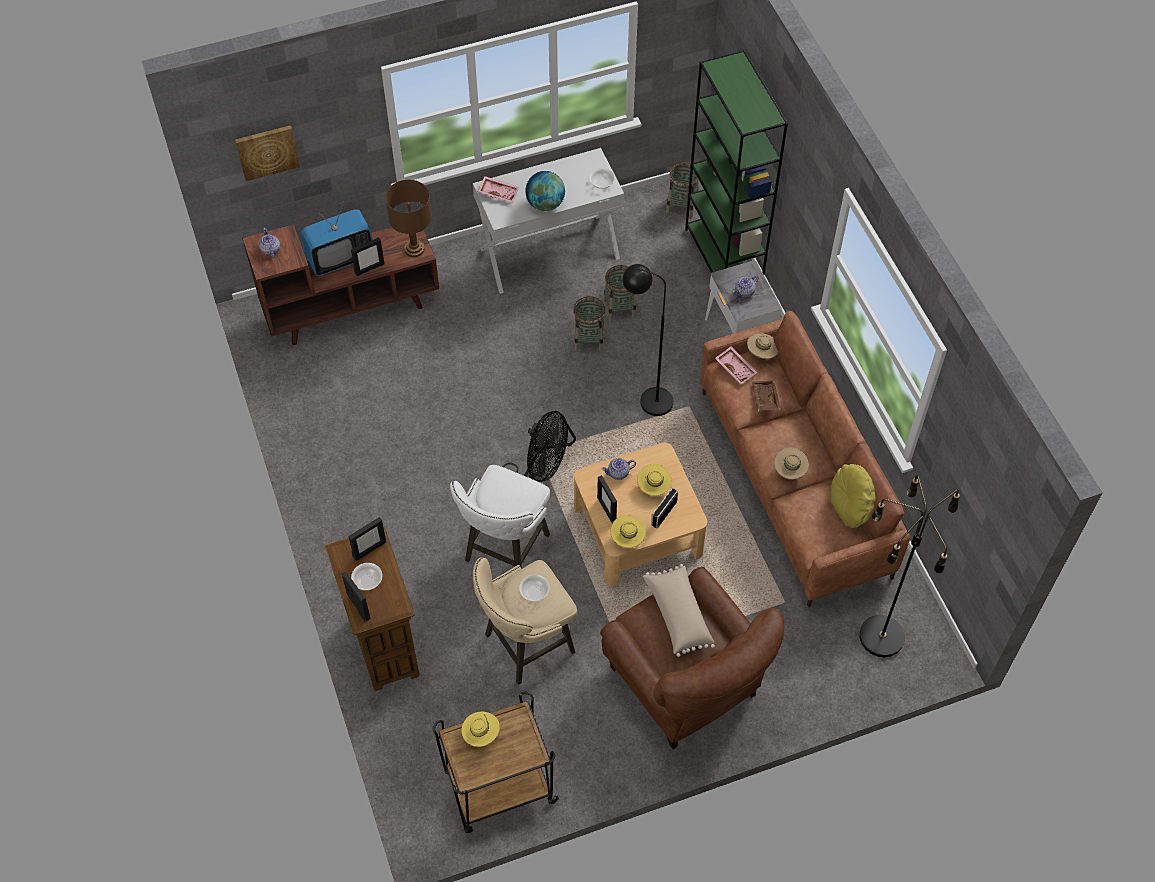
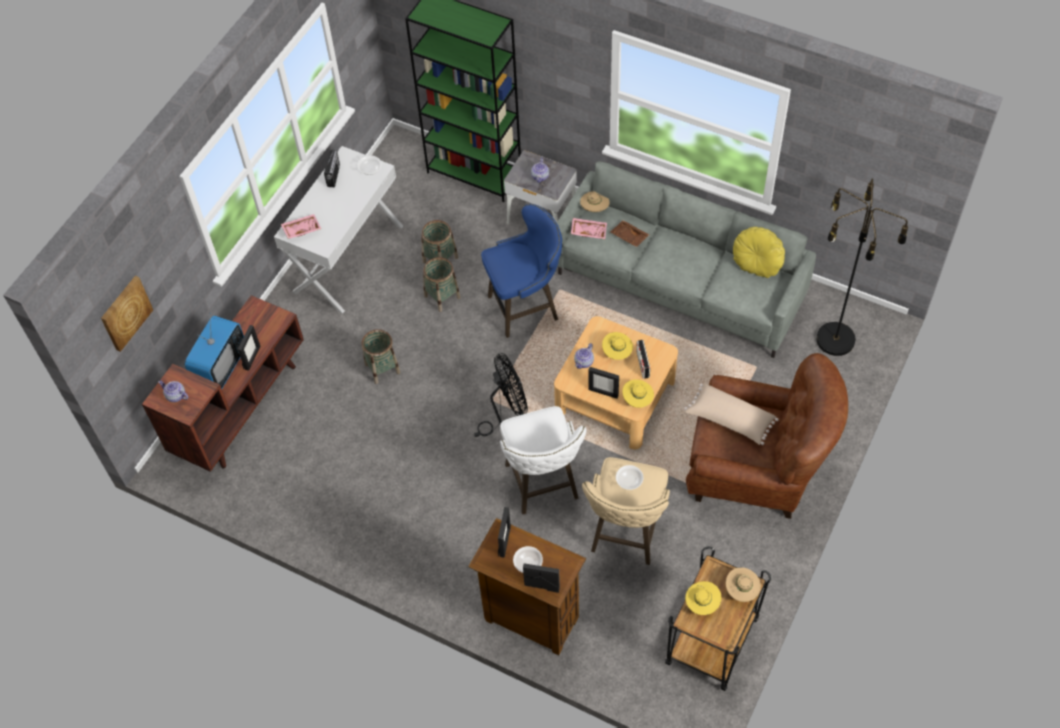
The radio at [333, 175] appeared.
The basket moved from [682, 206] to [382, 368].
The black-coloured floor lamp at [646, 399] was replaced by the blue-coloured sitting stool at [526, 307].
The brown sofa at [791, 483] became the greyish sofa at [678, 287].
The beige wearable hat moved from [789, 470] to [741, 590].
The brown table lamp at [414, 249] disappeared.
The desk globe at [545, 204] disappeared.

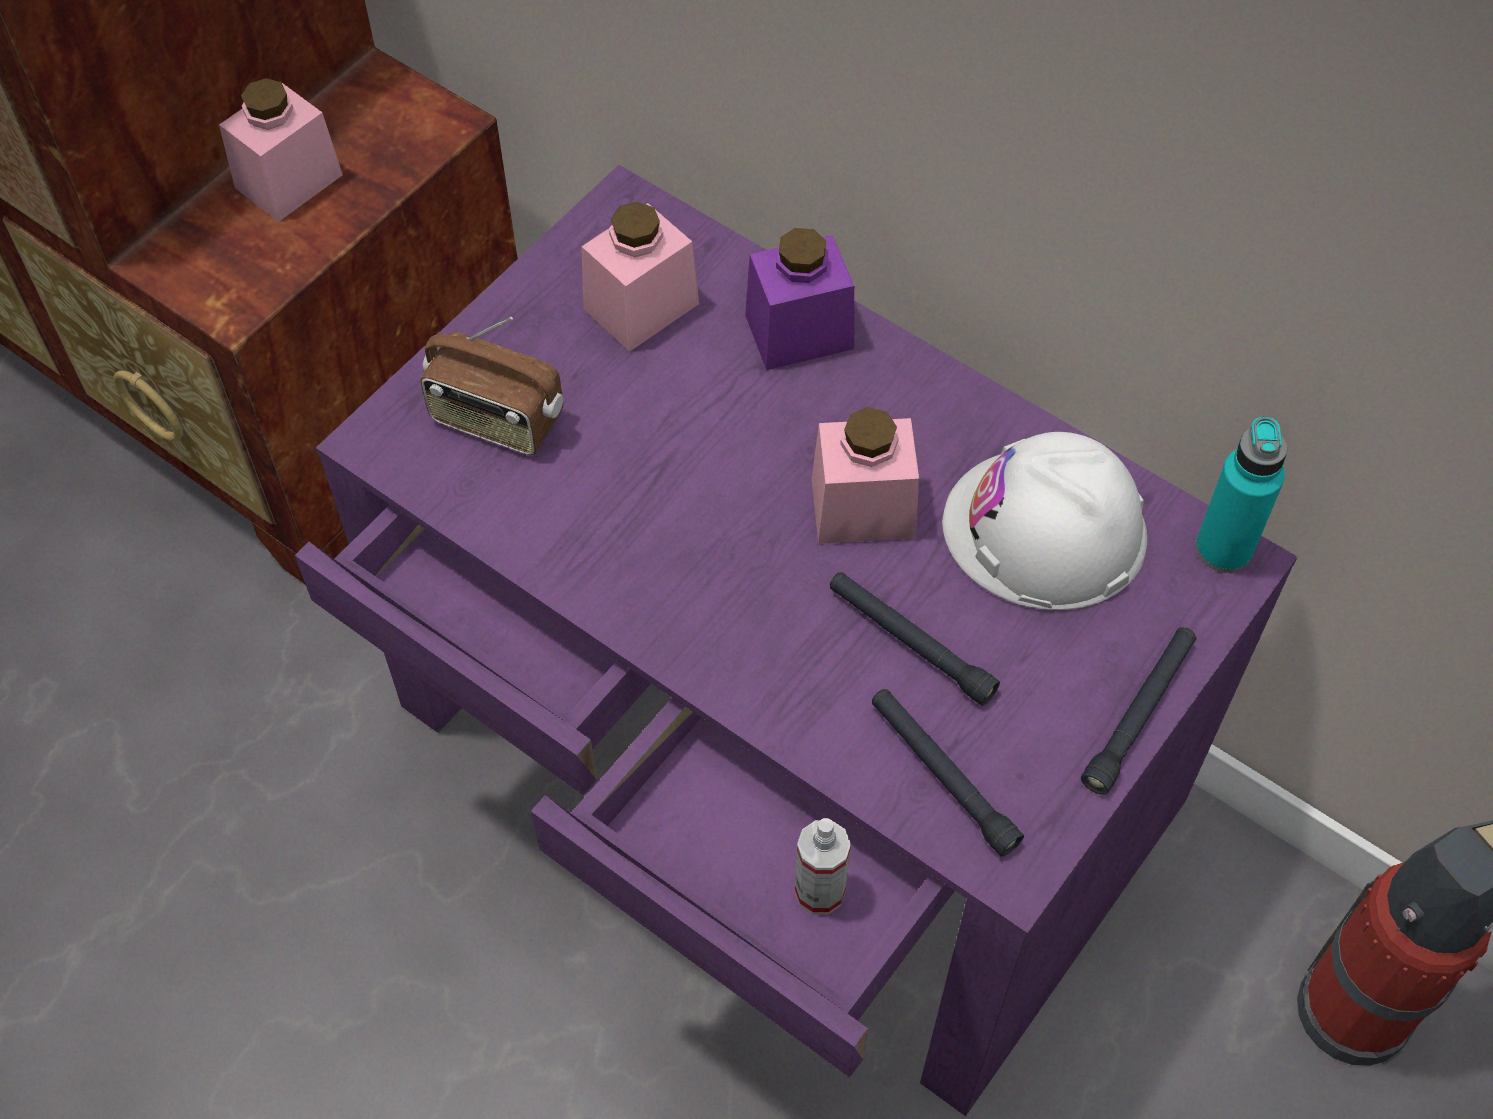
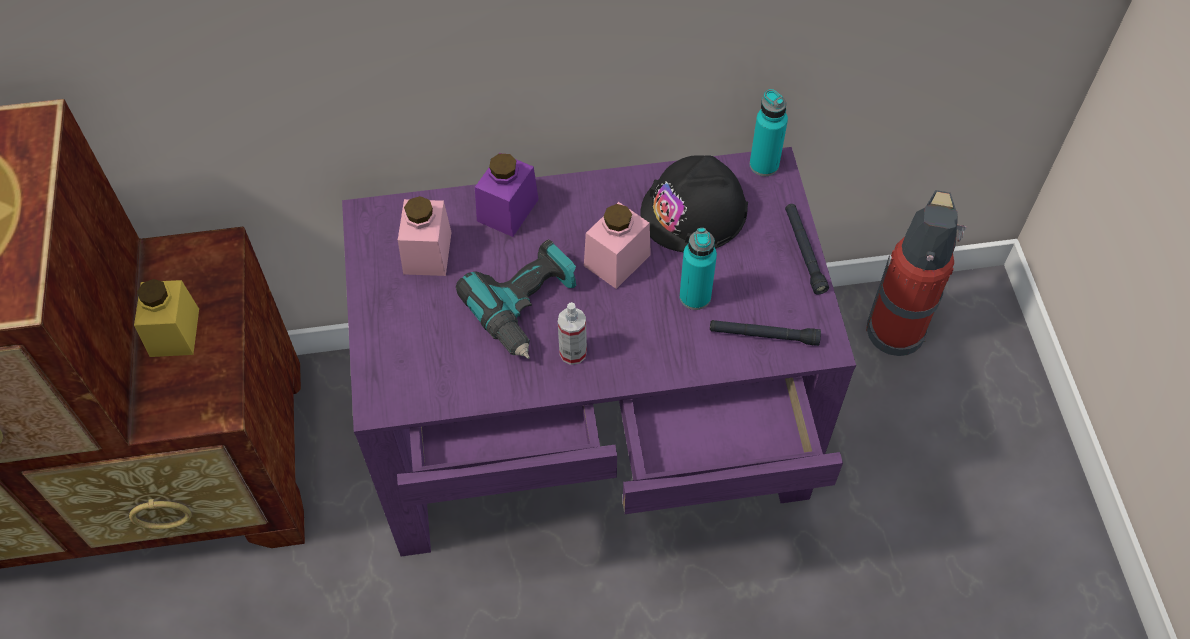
The pink-coloured jar at [289, 181] became the yellow-coloured jar at [174, 332].
The drill at [527, 307] appeared.
The spray bottle moved from [820, 891] to [573, 353].
The whitish work helmet at [1045, 531] became the black-coloured work helmet at [694, 211].
The black-coloured hand torch at [910, 643] was replaced by the turquoise drink bottle at [695, 297].
The radio at [496, 420] disappeared.

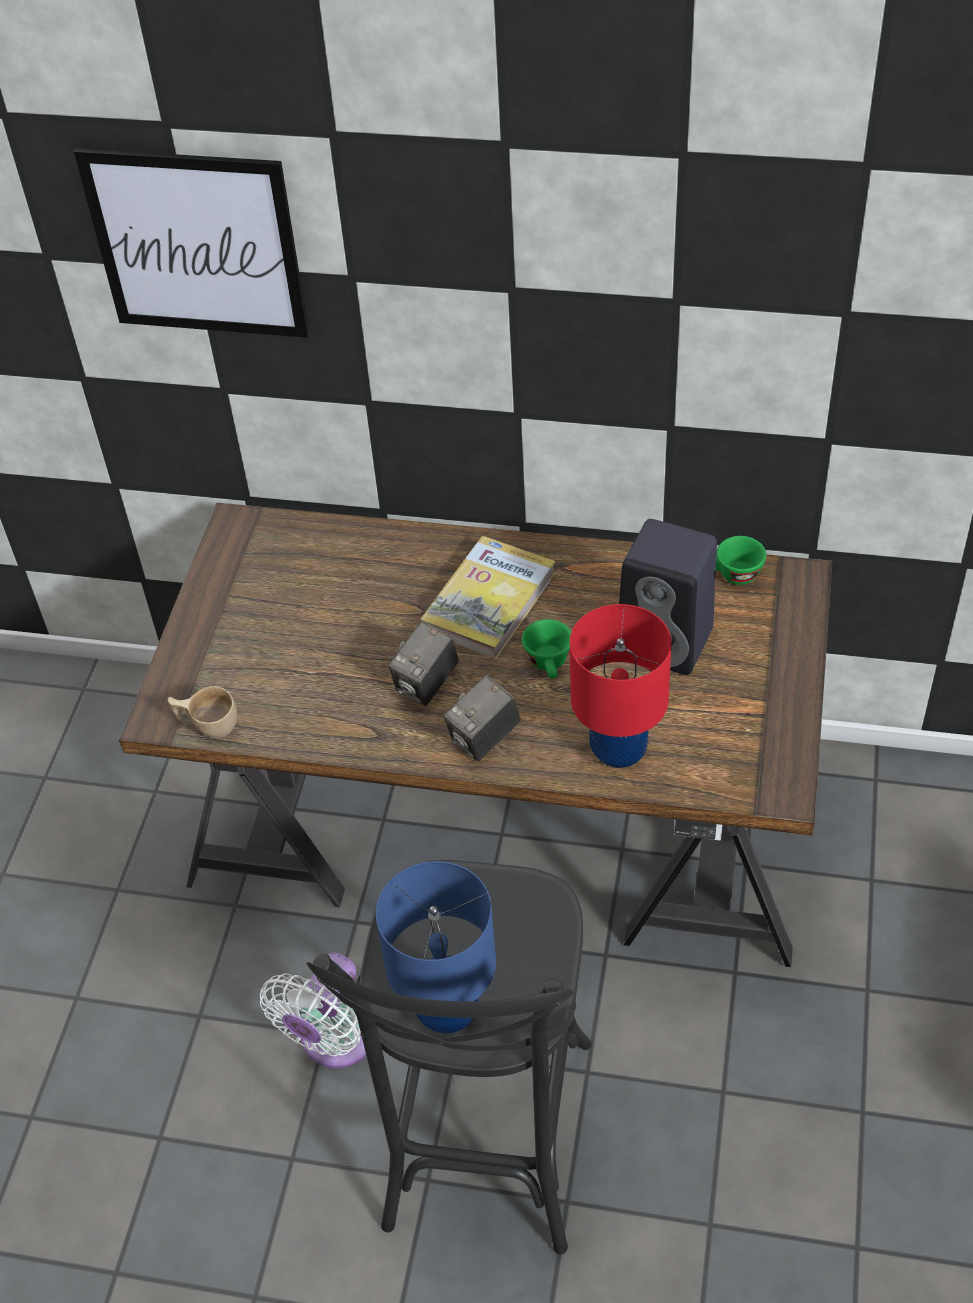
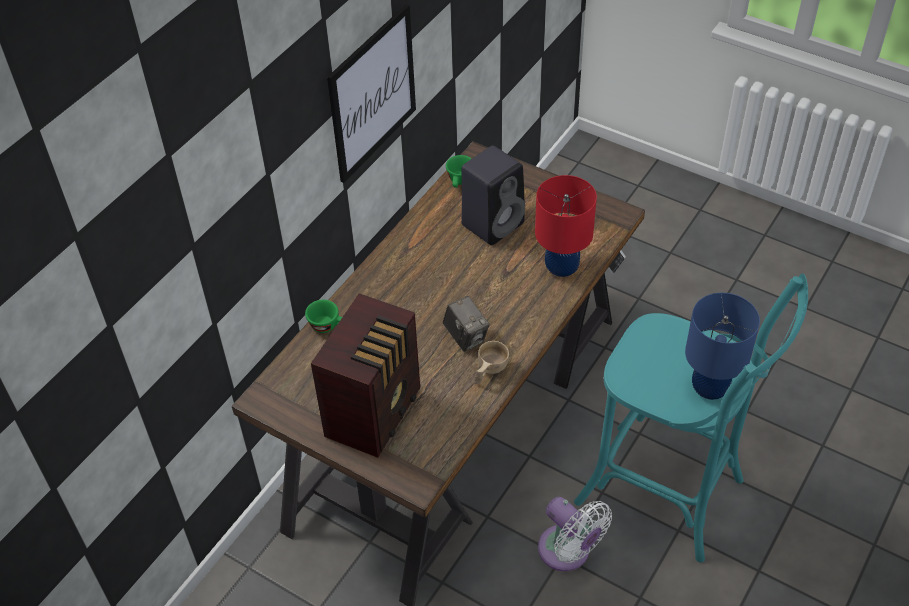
The greenish cup moved from [549, 664] to [328, 325].
The radio at [376, 411] appeared.
The wall picture moved from [196, 244] to [372, 93].
The beige cup moved from [207, 725] to [488, 371].
The black-coloured sitting stool at [485, 1146] became the turquoise sitting stool at [667, 495].
The volume at [489, 601] disappeared.
The still camera at [484, 739] disappeared.

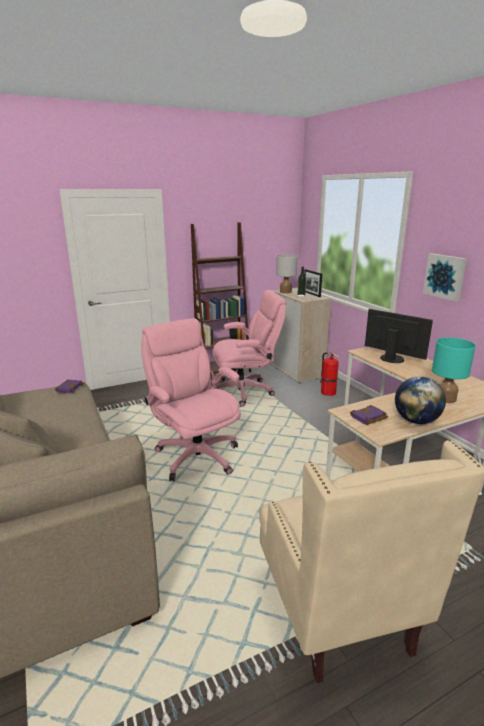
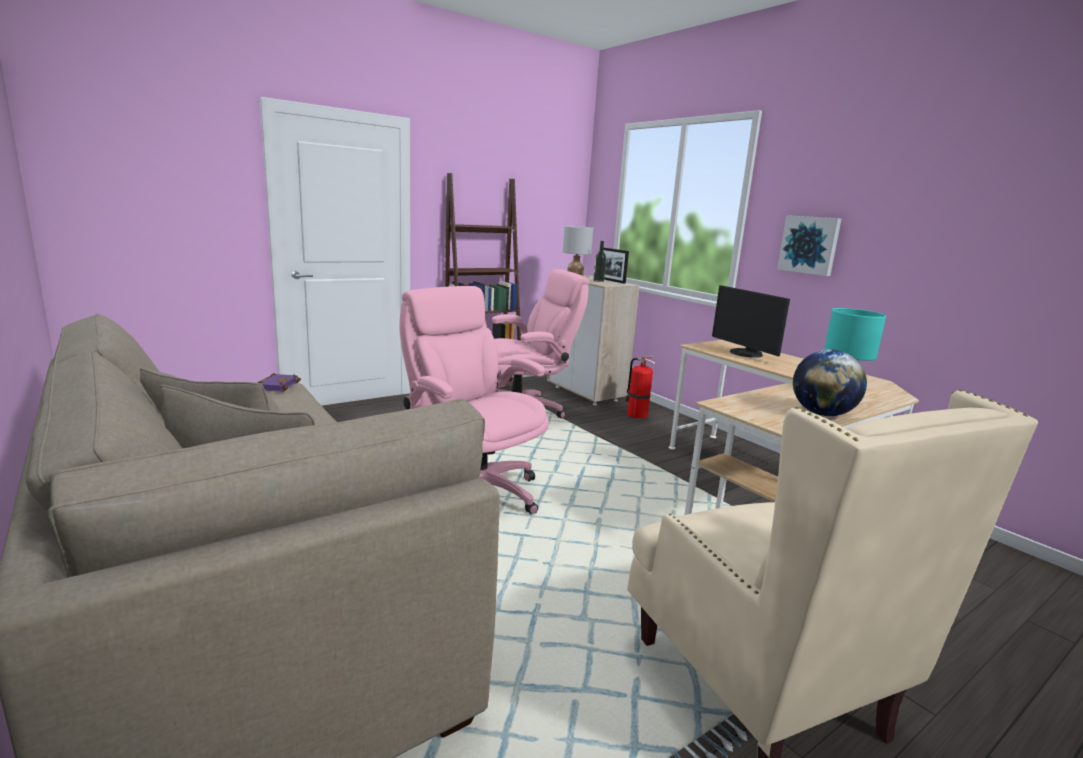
The computer screen at [392, 358] turned 150 degrees counterclockwise.
The purple volume at [368, 418] disappeared.

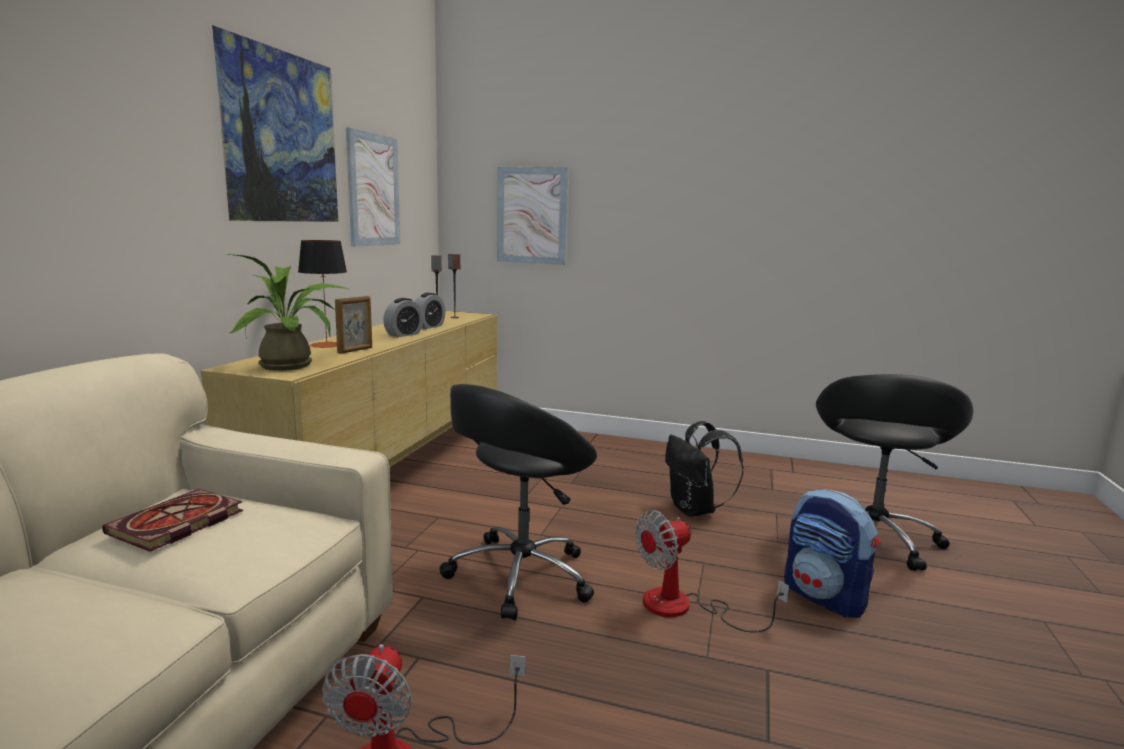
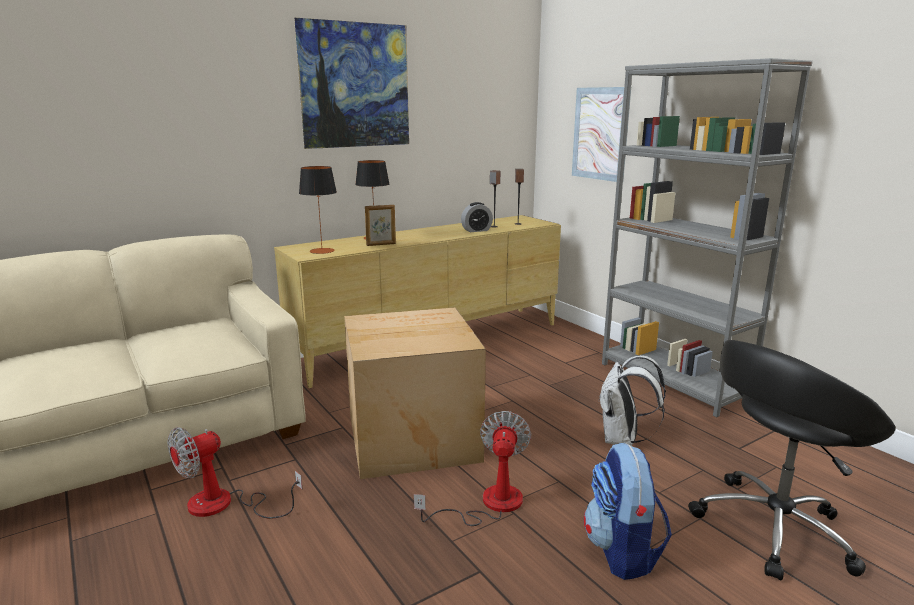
The plant in a pot at [293, 365] was replaced by the table lamp at [322, 251].
The black-coloured desk chair at [517, 577] was replaced by the carton at [410, 437].
The cooling fan at [684, 608] turned 90 degrees clockwise.
The black-coloured rucksack at [695, 510] became the whitish rucksack at [622, 440].
The greyish shelving unit at [673, 381] appeared.
The volume at [175, 524] disappeared.
The wall picture at [373, 190] disappeared.
The alarm clock at [404, 334] disappeared.

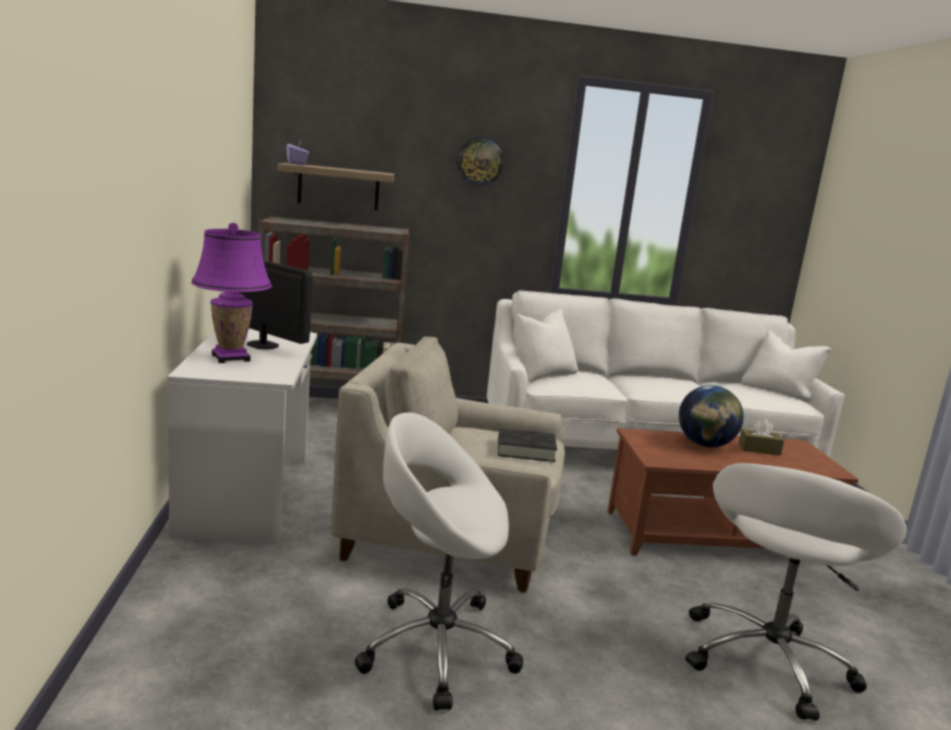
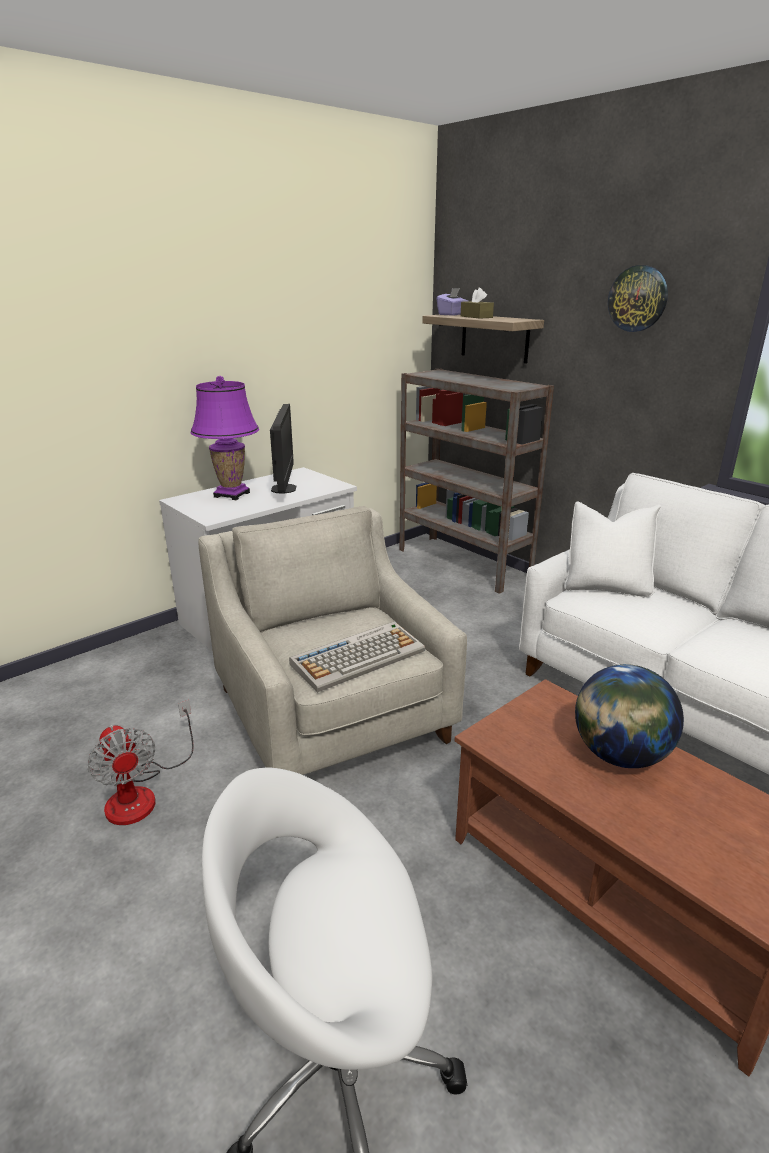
The whitish desk chair at [434, 647] was replaced by the cooling fan at [142, 793].
The black-coloured volume at [526, 450] was replaced by the computer keyboard at [359, 657].
The brown box of tissues moved from [759, 449] to [476, 317].

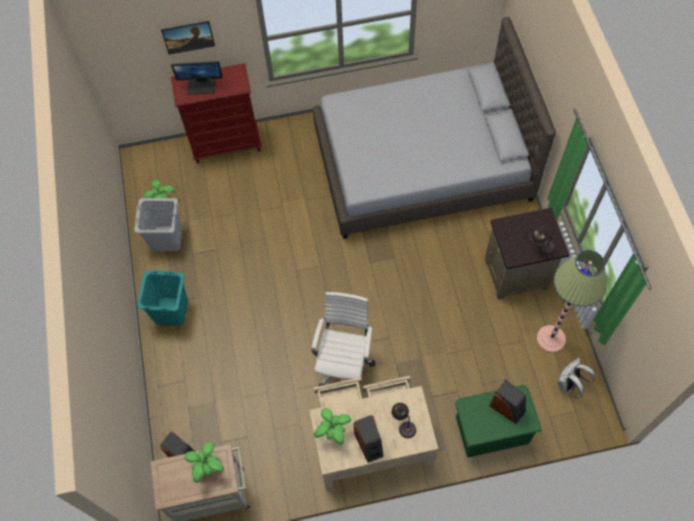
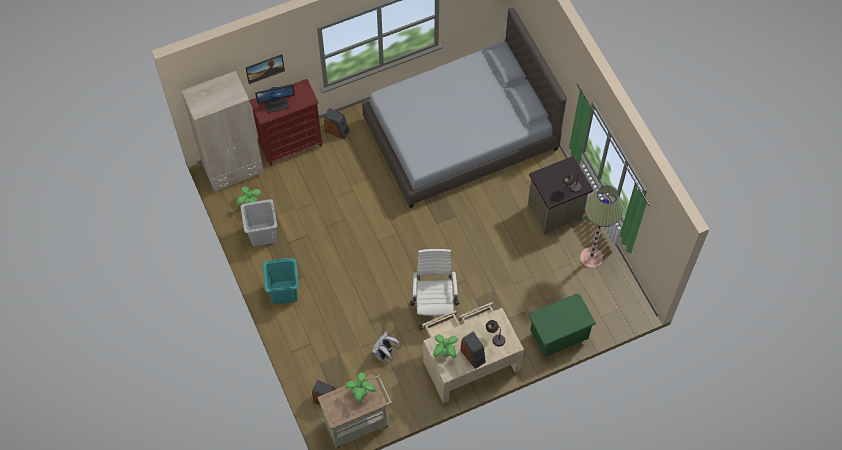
The beige armoire at [234, 170] appeared.
The audio speaker moved from [507, 407] to [337, 130].
The whitish rucksack moved from [568, 385] to [385, 354].

